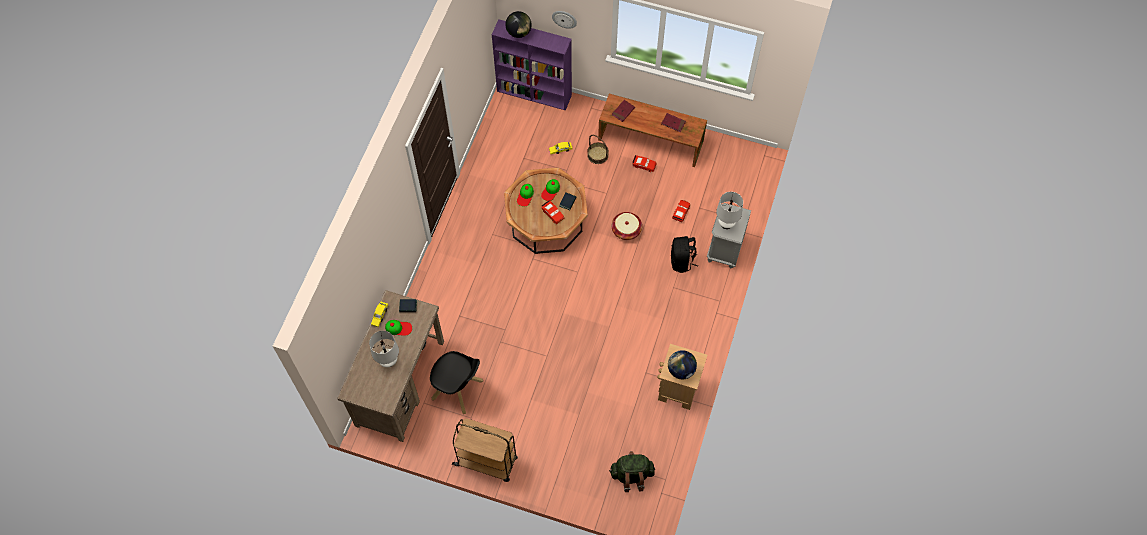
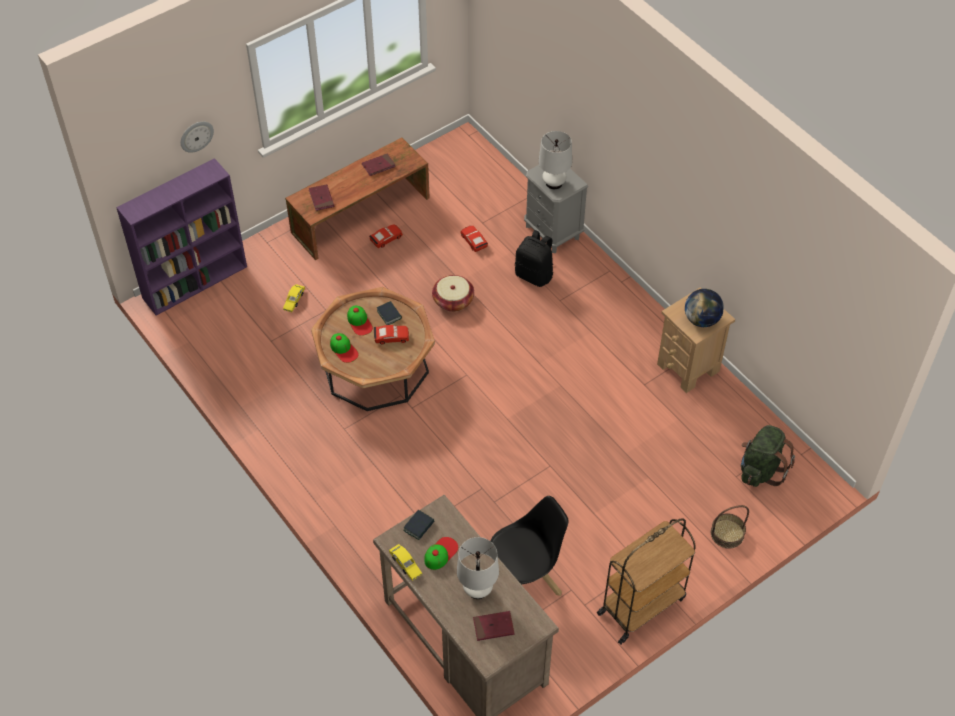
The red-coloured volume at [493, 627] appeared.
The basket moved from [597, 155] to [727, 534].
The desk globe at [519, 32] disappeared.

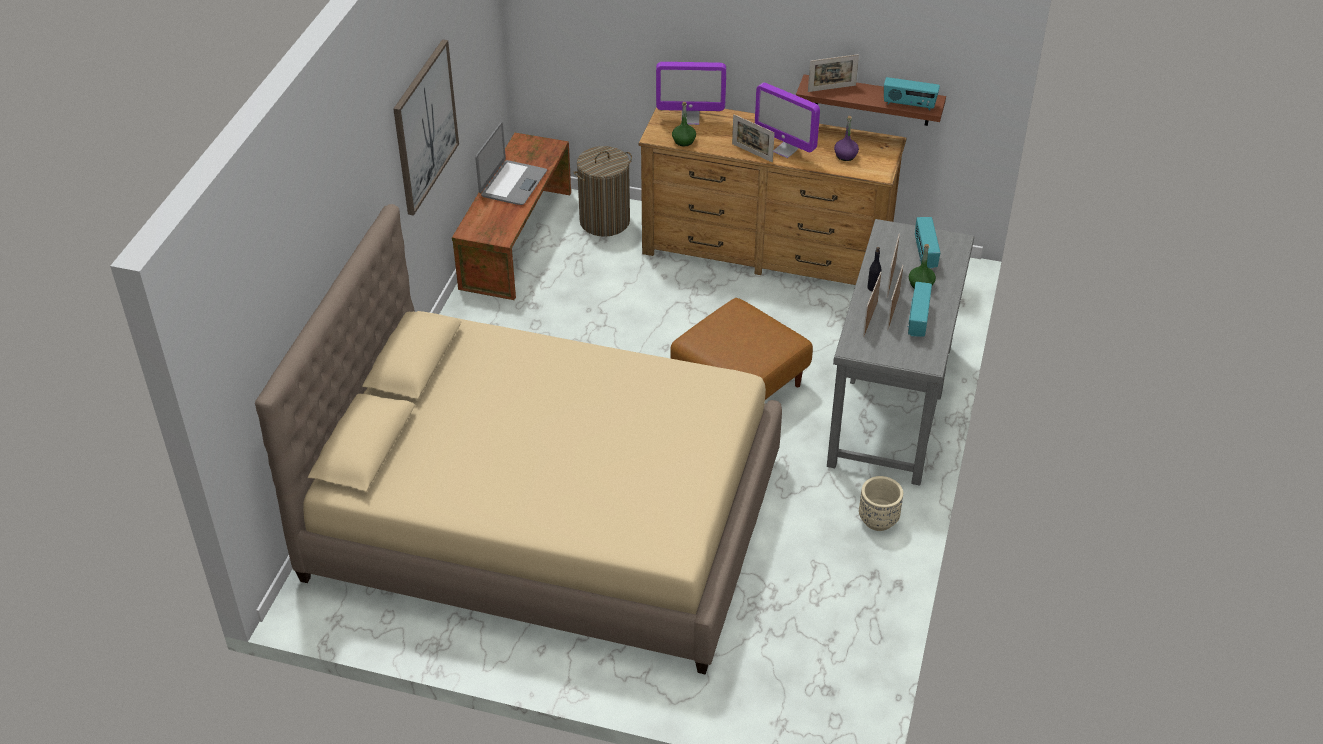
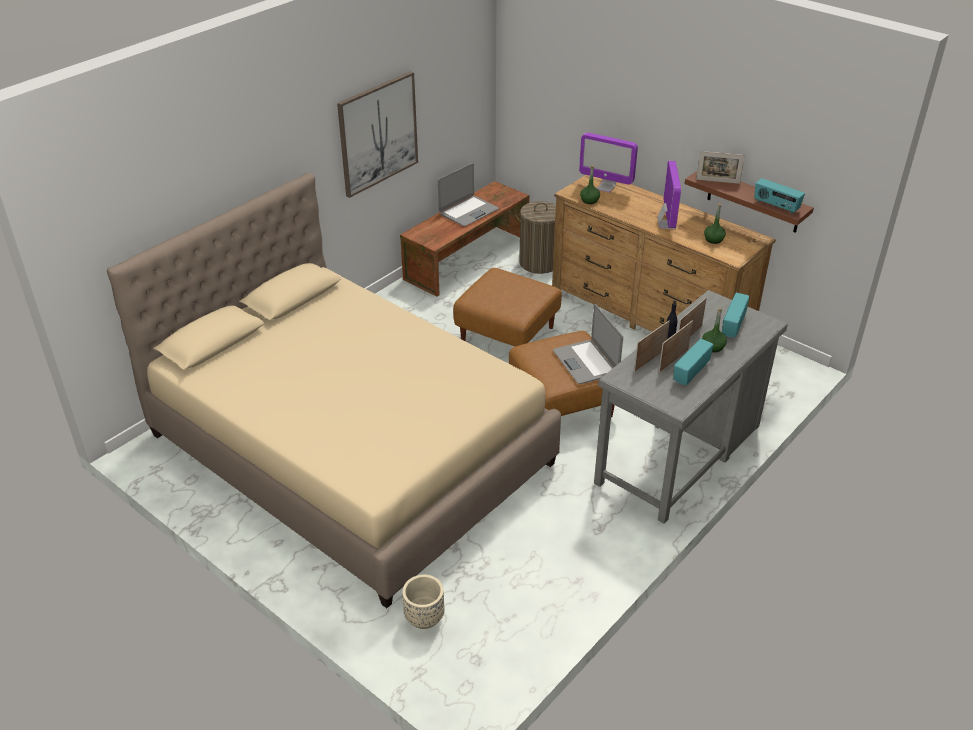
The beige planter moved from [878, 520] to [424, 617].
The brown pouffe at [506, 334] appeared.
The laptop at [586, 362] appeared.
The computer screen at [785, 150] turned 150 degrees counterclockwise.
The purple drink bottle at [845, 156] became the greenish drink bottle at [713, 239].
The picture frame at [752, 153] disappeared.

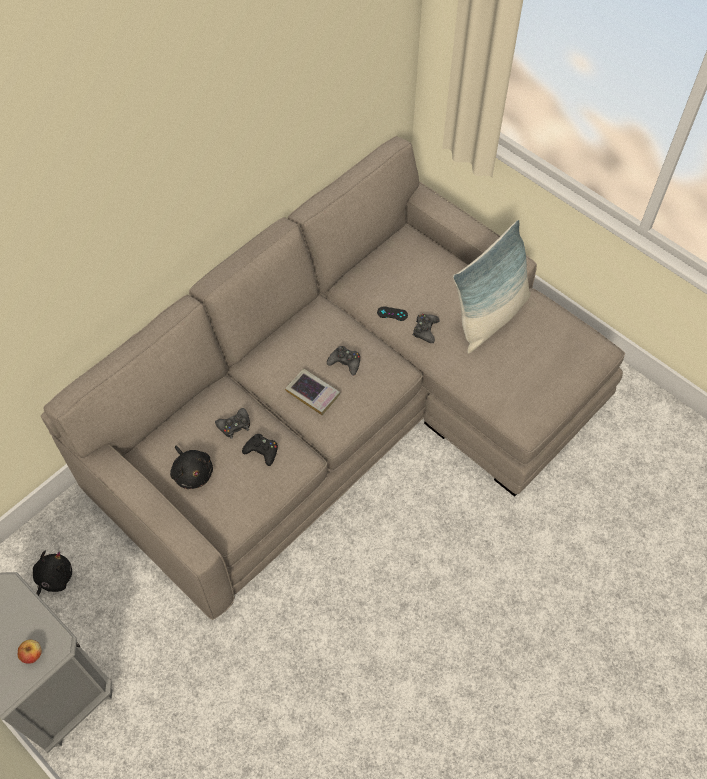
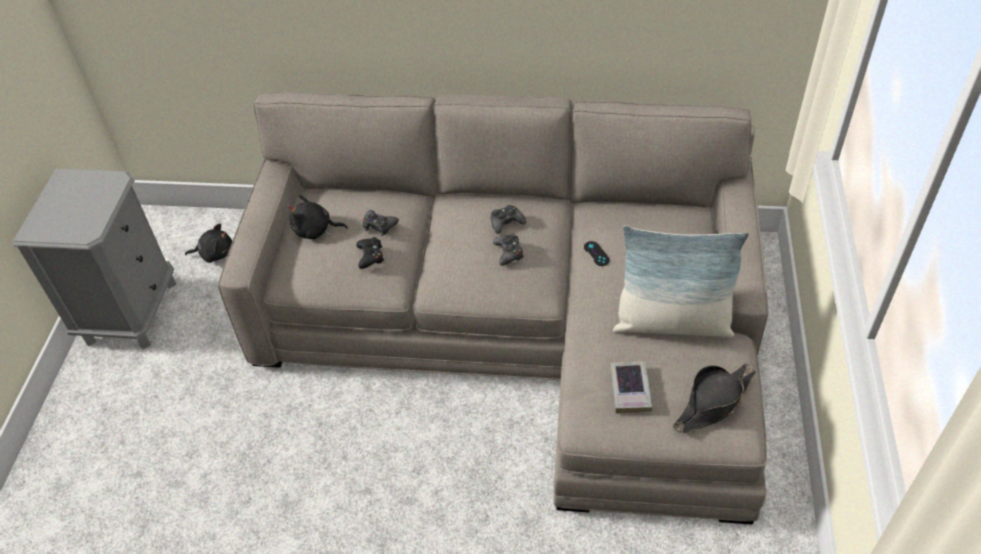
The black-coloured cuddly toy at [192, 472] turned 75 degrees clockwise.
The black-coloured gamepad moved from [425, 330] to [506, 222].
The volume moved from [313, 394] to [630, 390].
The black-coloured wearable hat at [713, 403] appeared.
The whole apple at [32, 654] disappeared.

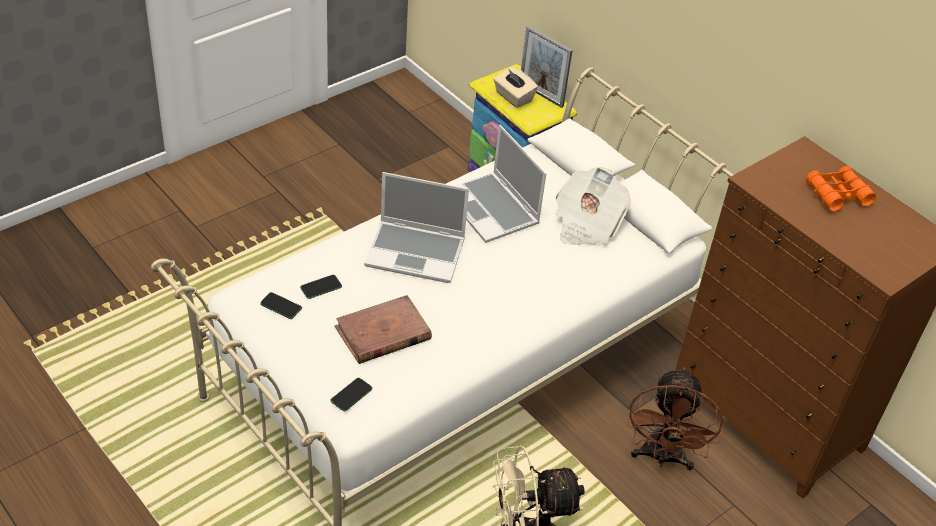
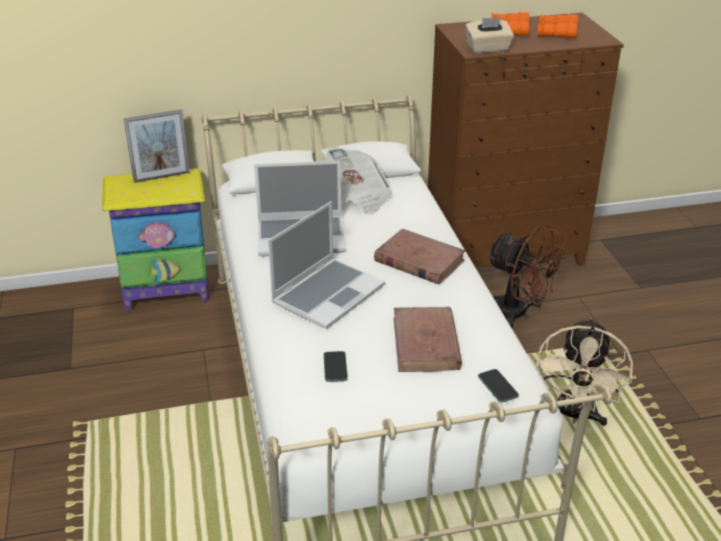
The brown volume at [419, 260] appeared.
The beige box of tissues moved from [513, 97] to [488, 49].
The orange binoculars at [556, 33] appeared.
The telephone at [281, 306] disappeared.

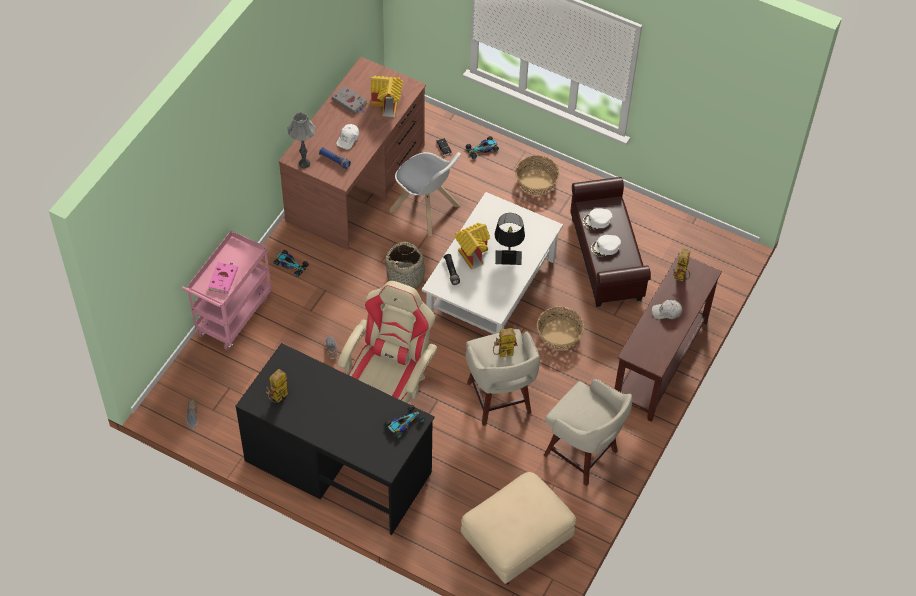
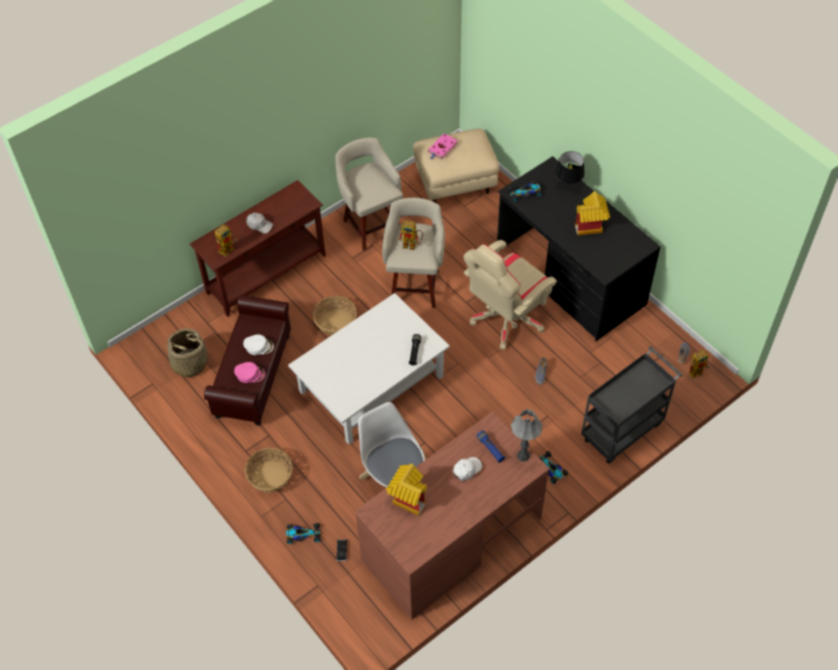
The basket moved from [406, 278] to [189, 363].
The whitish peaked cap at [597, 221] became the pink-coloured peaked cap at [250, 374].
The pink-coloured volume moved from [223, 278] to [442, 148].
The black-coloured table lamp moved from [508, 252] to [568, 189].
The miniature house moved from [472, 253] to [590, 226].
The pink-coloured cart at [232, 319] became the greyish cart at [623, 431].
The toy robot moved from [278, 399] to [697, 371].
The greyish volume at [350, 102] disappeared.

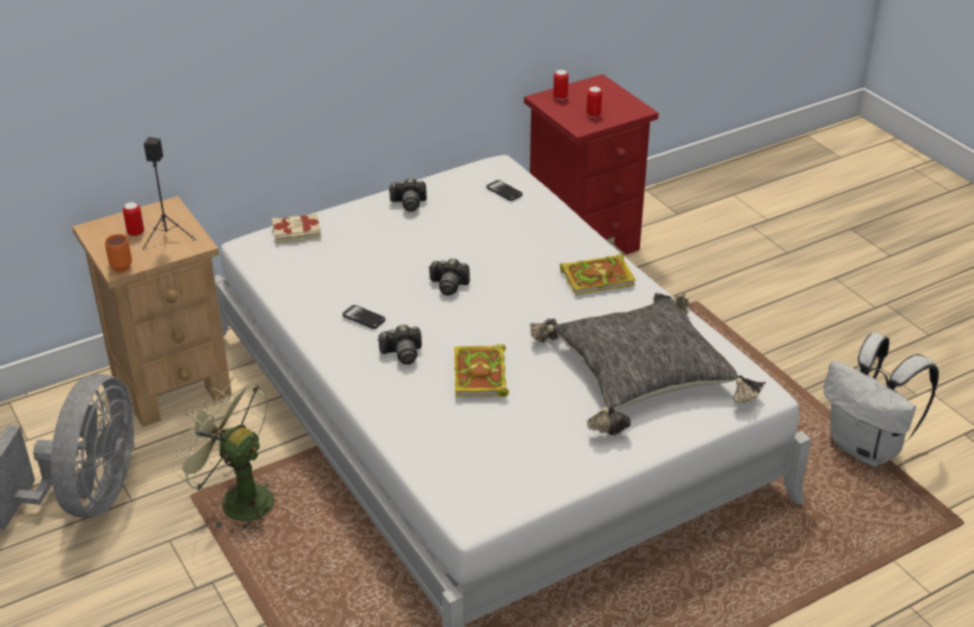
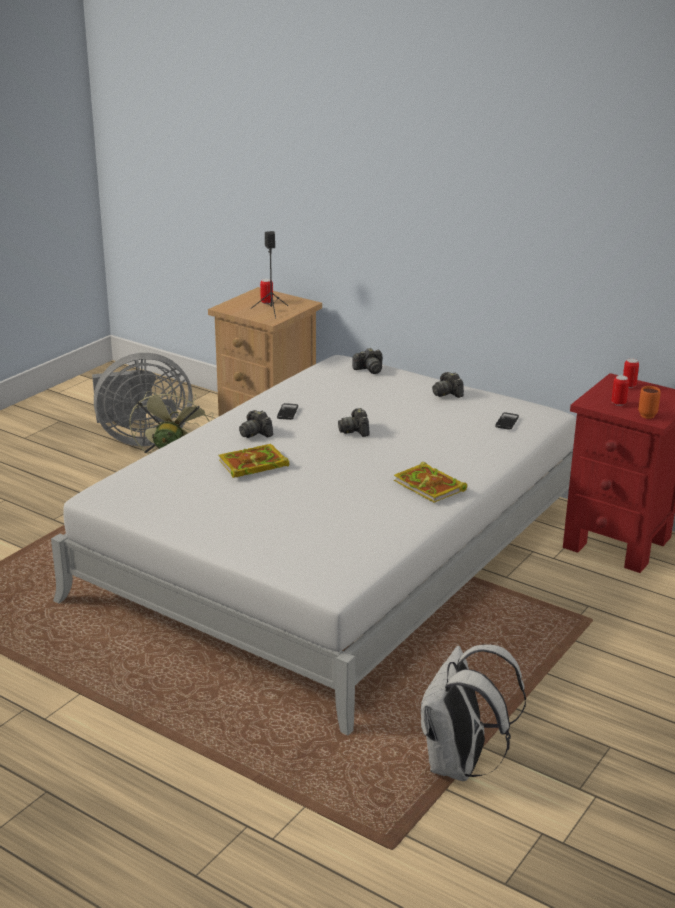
The beige volume at [297, 233] was replaced by the still camera at [369, 369].
The orange mug moved from [119, 266] to [647, 414].
The pillow at [642, 371] disappeared.

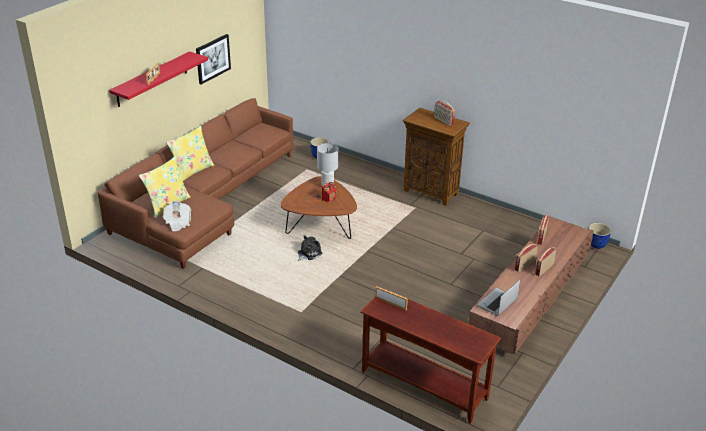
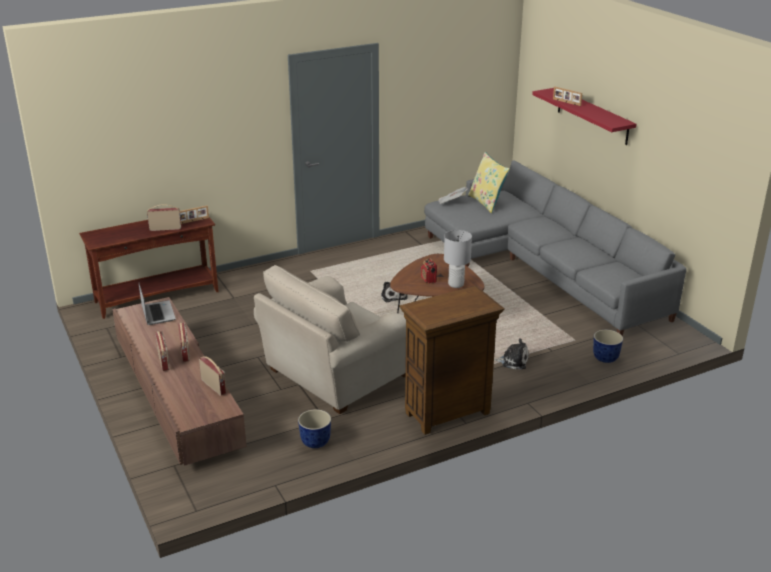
The radio moved from [443, 121] to [165, 228].
The beige lounge chair at [335, 374] appeared.
The planter moved from [596, 245] to [315, 443].
The brown sofa at [204, 201] became the greyish sofa at [542, 266].
The cuddly toy at [513, 361] appeared.
The yellow-coloured pillow at [192, 171] disappeared.
The wall picture at [213, 58] disappeared.

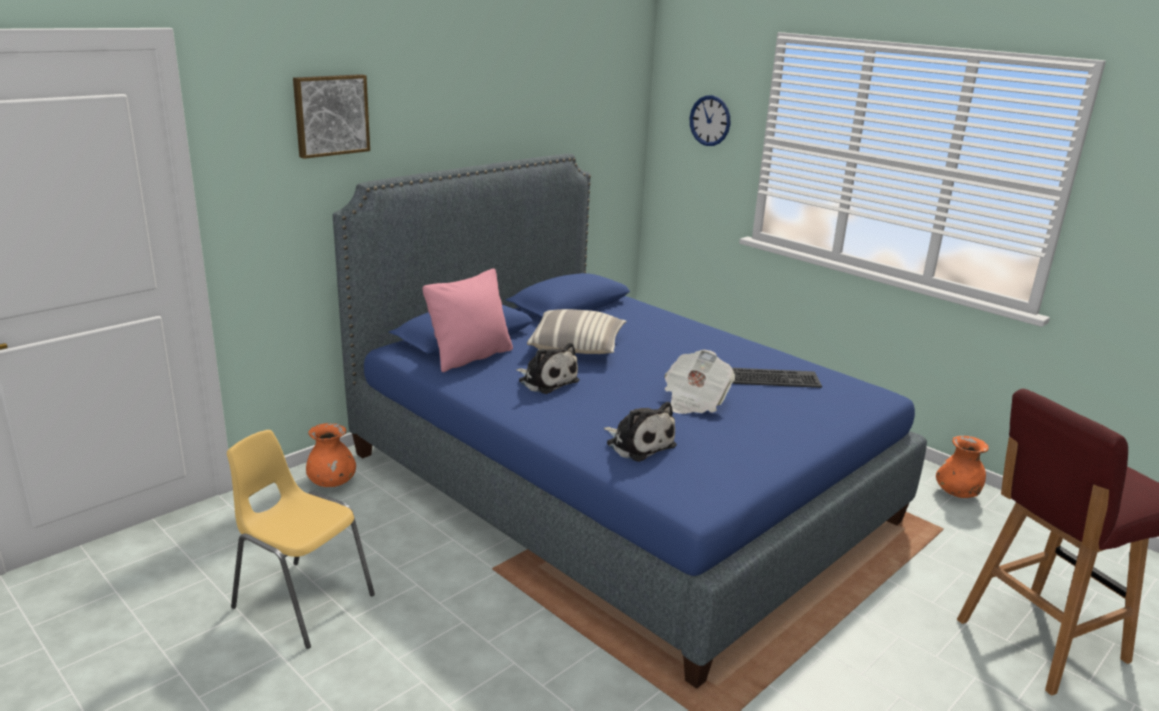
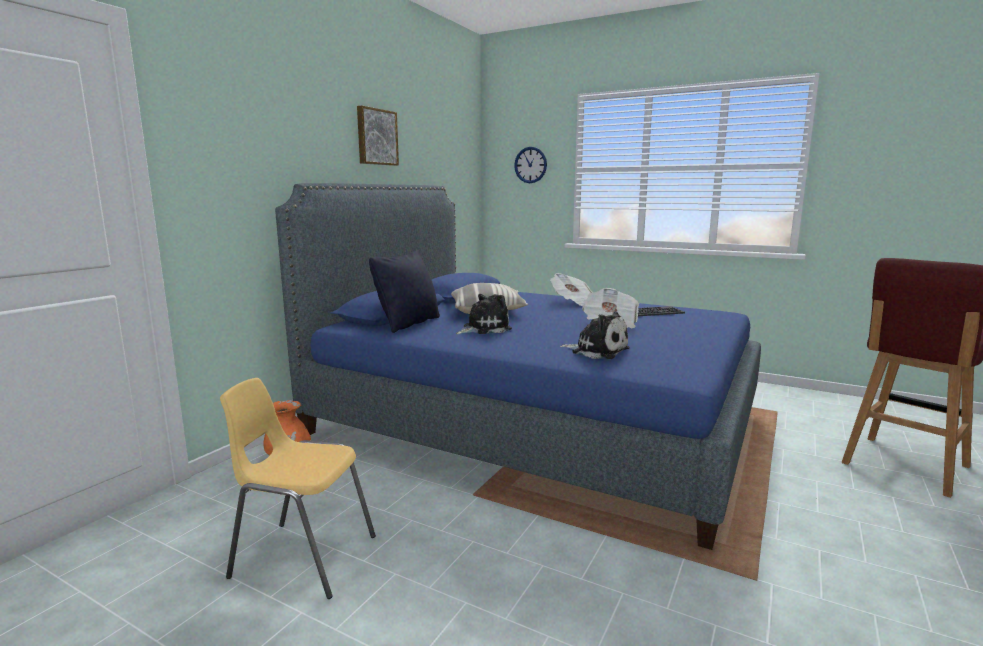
The wall picture moved from [330, 115] to [376, 137].
The pink-coloured pillow at [470, 357] became the black-coloured pillow at [408, 323].
The cuddly toy at [546, 381] turned 60 degrees counterclockwise.
The printed paper at [573, 303] appeared.
The orange vase at [957, 493] disappeared.

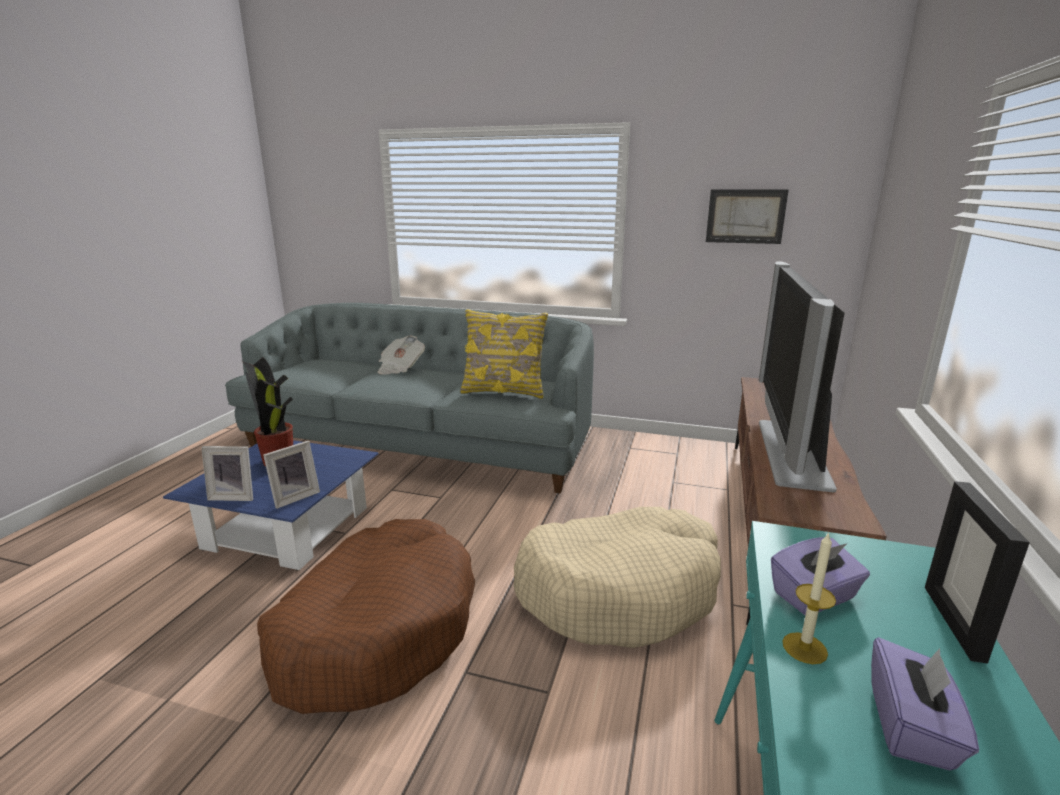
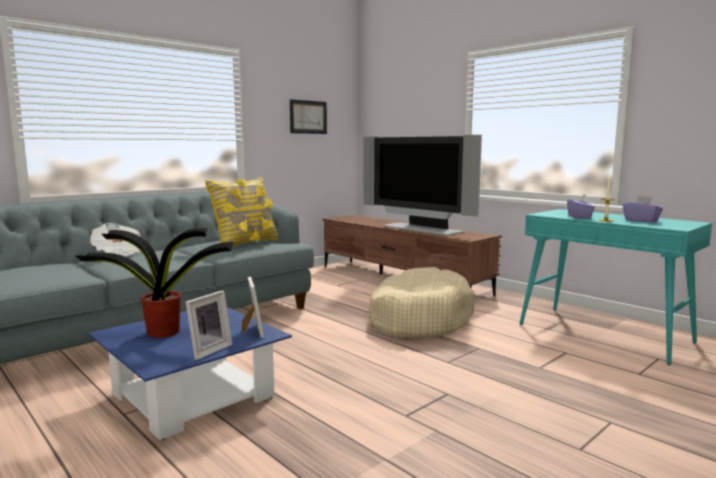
The brown dog cushion at [377, 630] disappeared.
The picture frame at [956, 622] disappeared.

